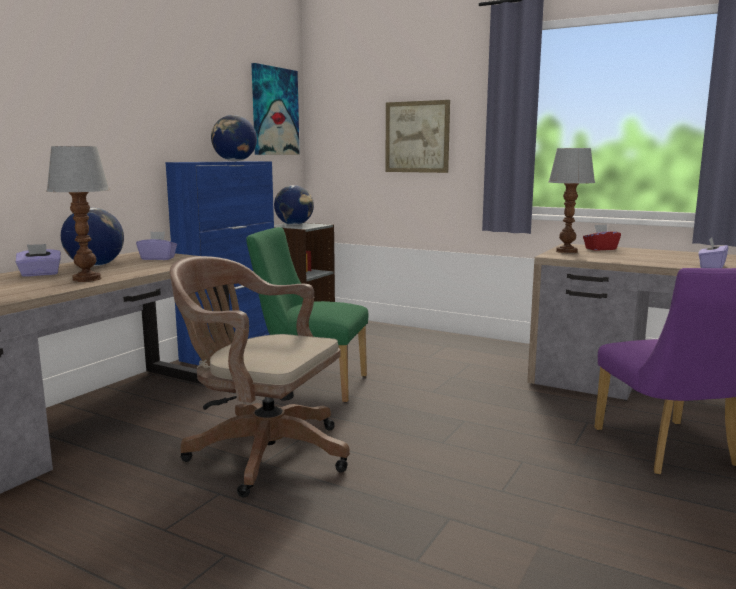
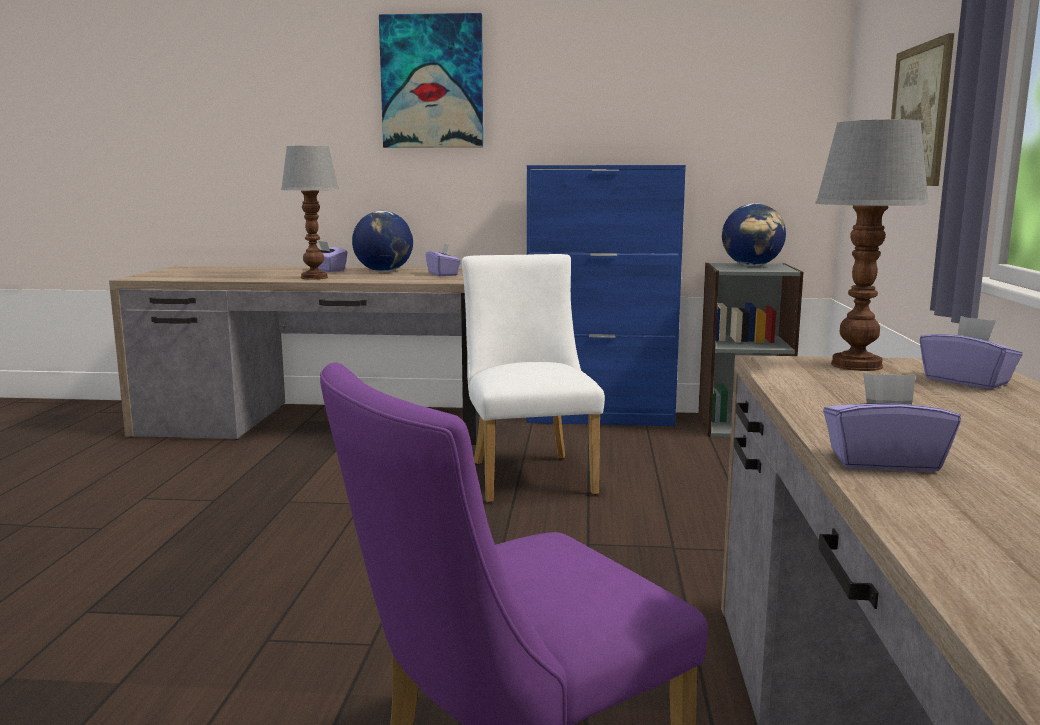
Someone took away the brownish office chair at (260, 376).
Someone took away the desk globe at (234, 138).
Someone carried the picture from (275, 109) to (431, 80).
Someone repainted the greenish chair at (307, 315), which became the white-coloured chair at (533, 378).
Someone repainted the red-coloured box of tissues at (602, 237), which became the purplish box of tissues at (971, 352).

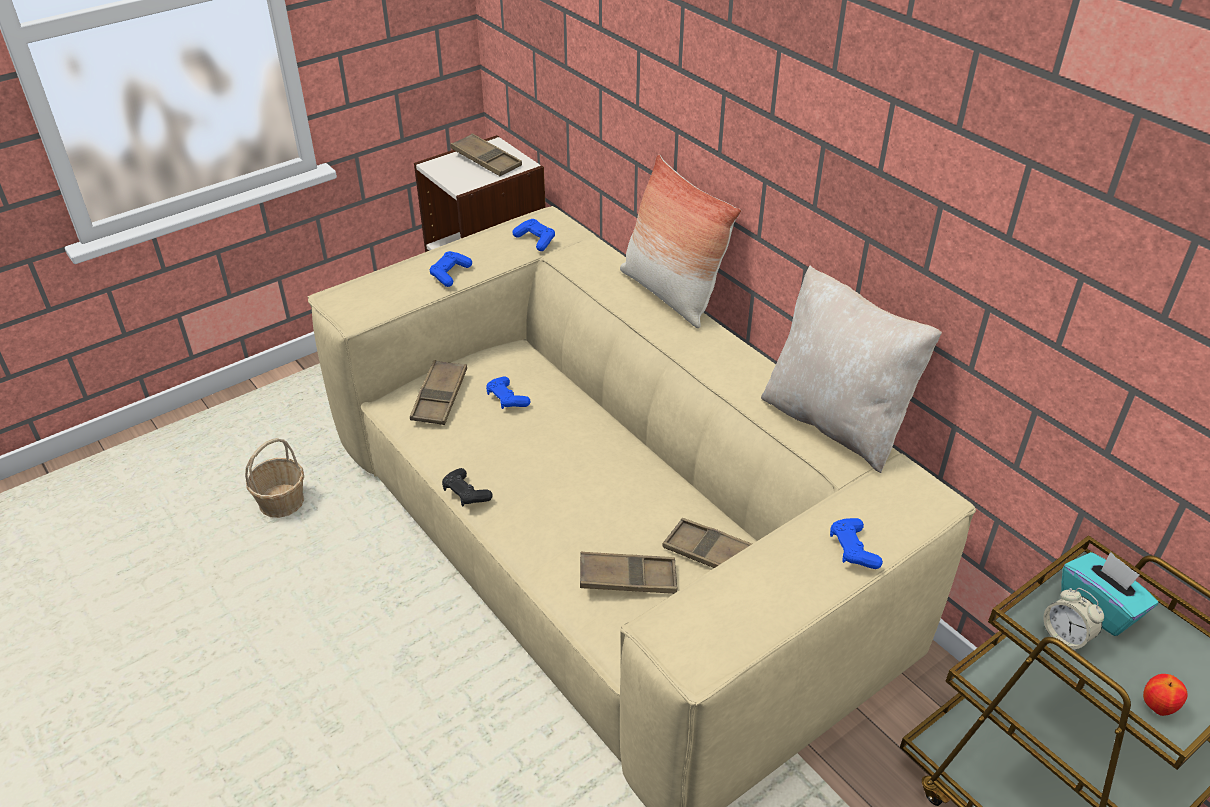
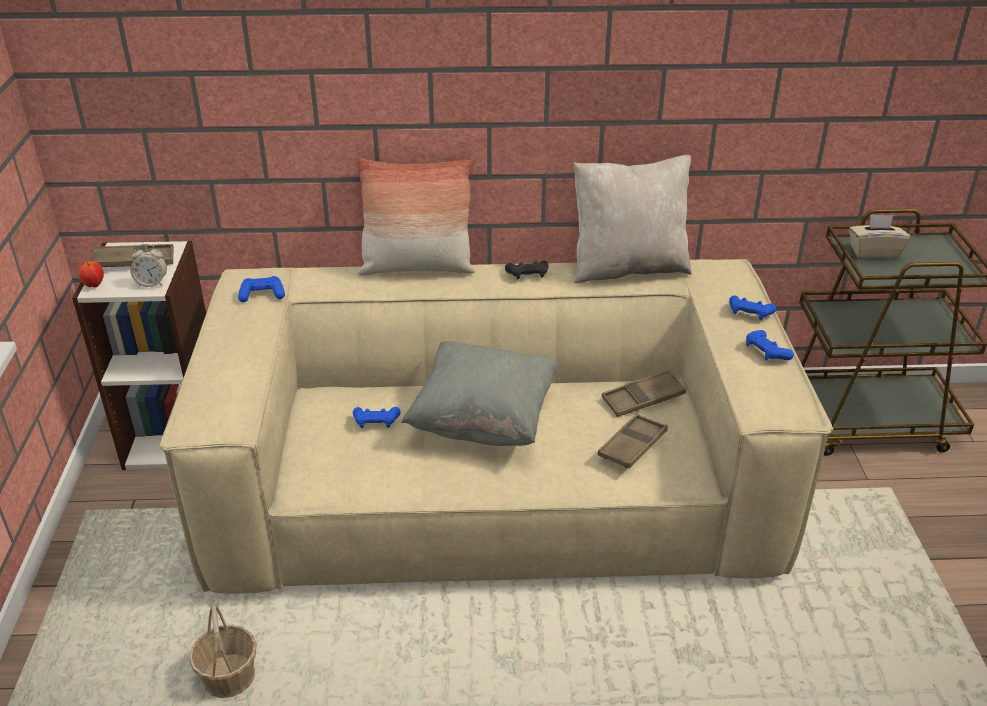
Someone took away the brownish serving tray at (438, 392).
Someone put down the greyish pillow at (480, 393).
Someone carried the blue-coloured game controller from (450, 269) to (770, 345).
Someone carried the black game controller from (467, 487) to (526, 270).
Someone carried the alarm clock from (1073, 620) to (148, 265).
Someone carried the apple fruit from (1165, 695) to (91, 274).
Someone repainted the turquoise box of tissues at (1110, 594), which became the beige box of tissues at (880, 236).

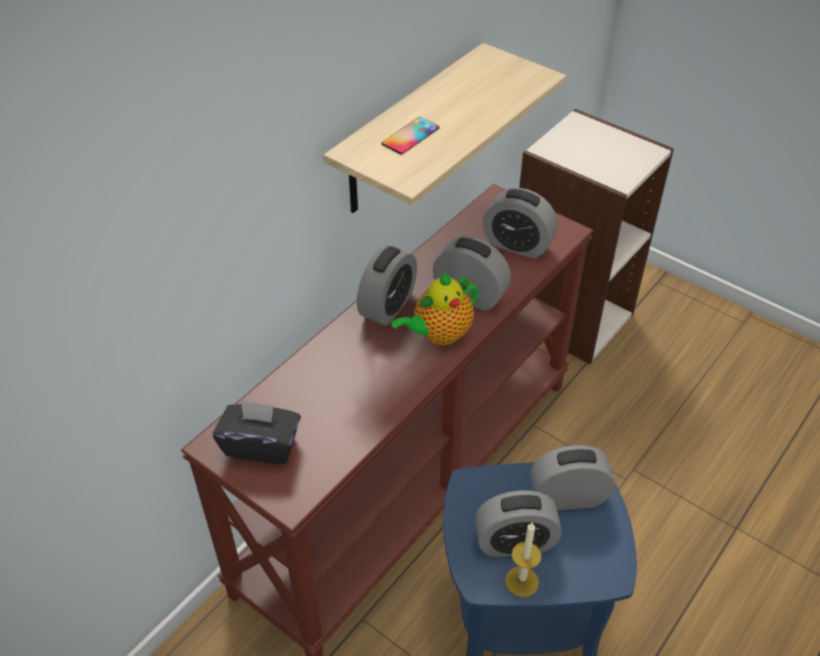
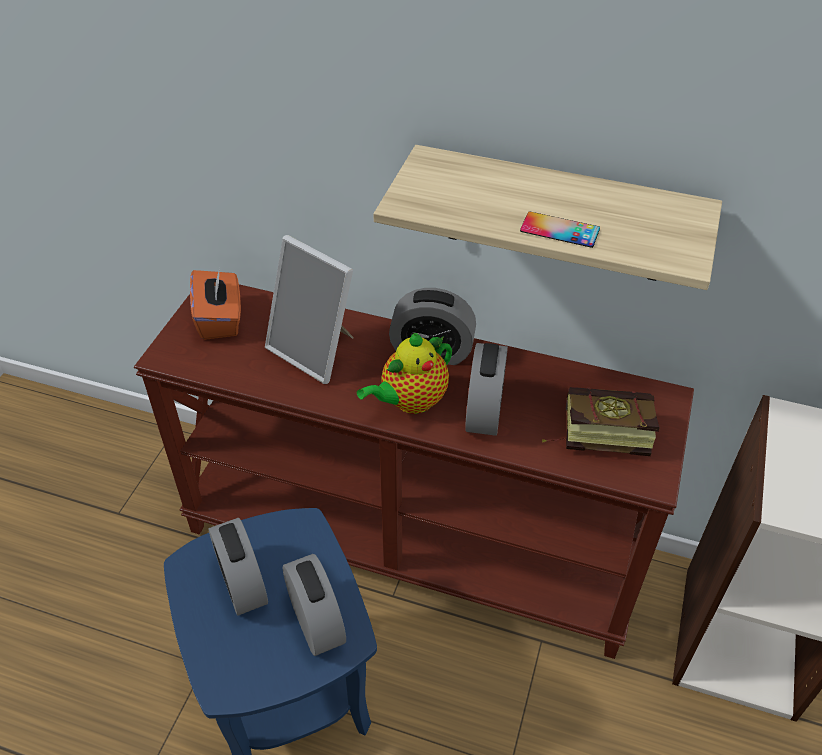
Someone took away the wax light at (523, 559).
Someone put down the photo frame at (309, 309).
Someone carried the handset from (410, 135) to (560, 229).
Someone swapped the alarm clock at (520, 223) for the book at (600, 421).
Someone repainted the black box of tissues at (257, 431), which became the orangey box of tissues at (215, 304).
Someone rotated the pot for tea at (434, 309) by 75 degrees counterclockwise.

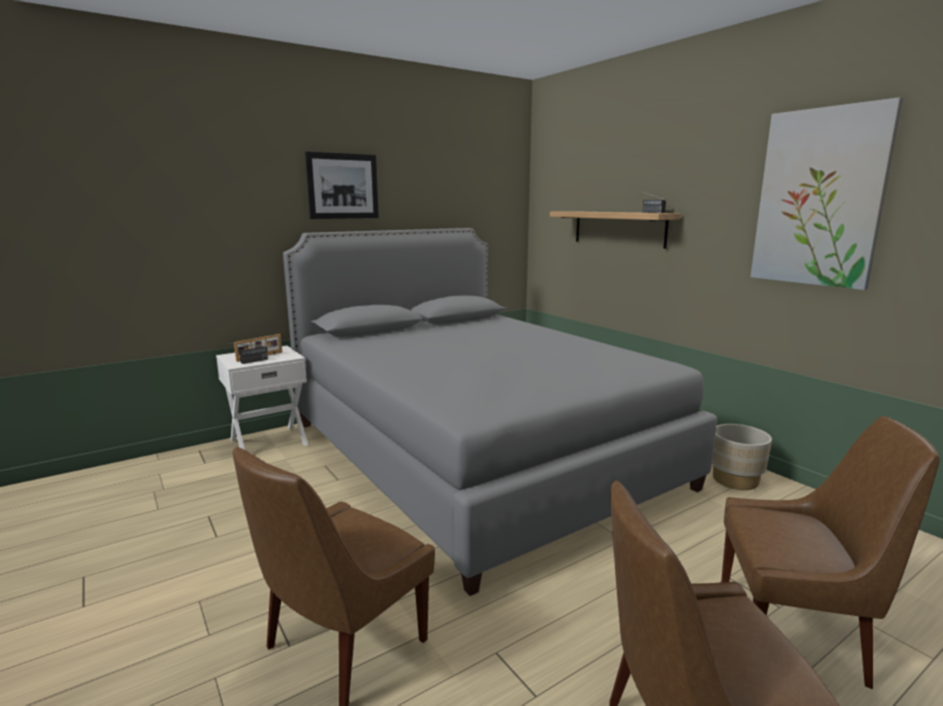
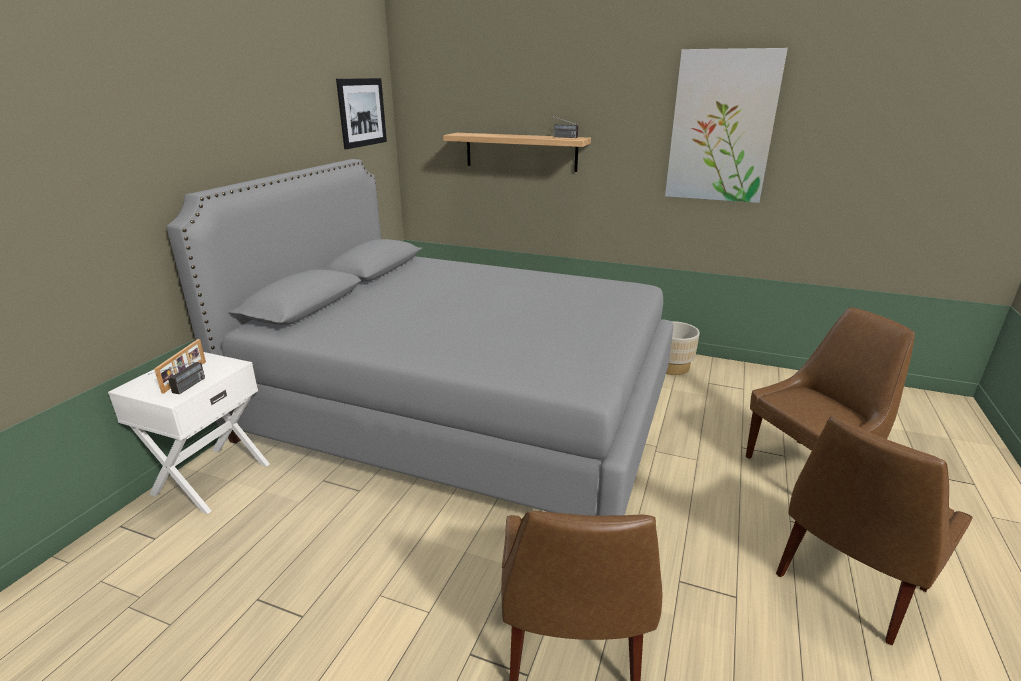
Someone carried the picture from (342, 185) to (361, 113).

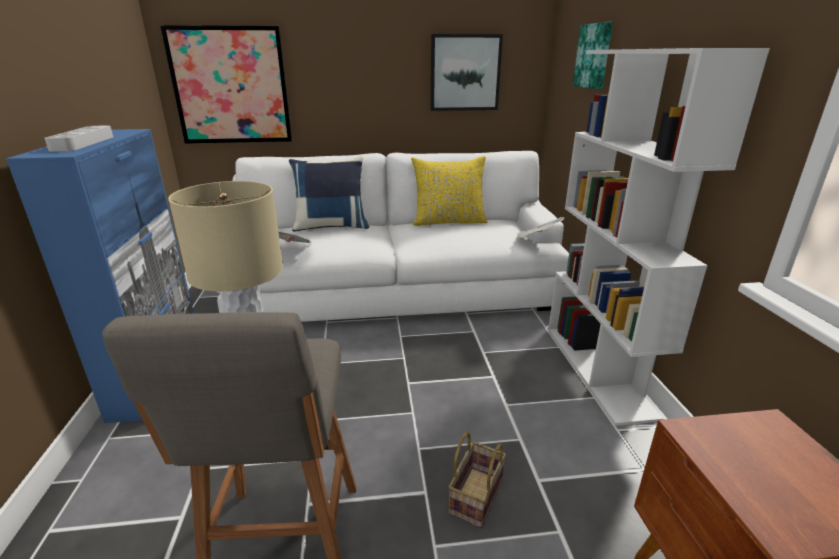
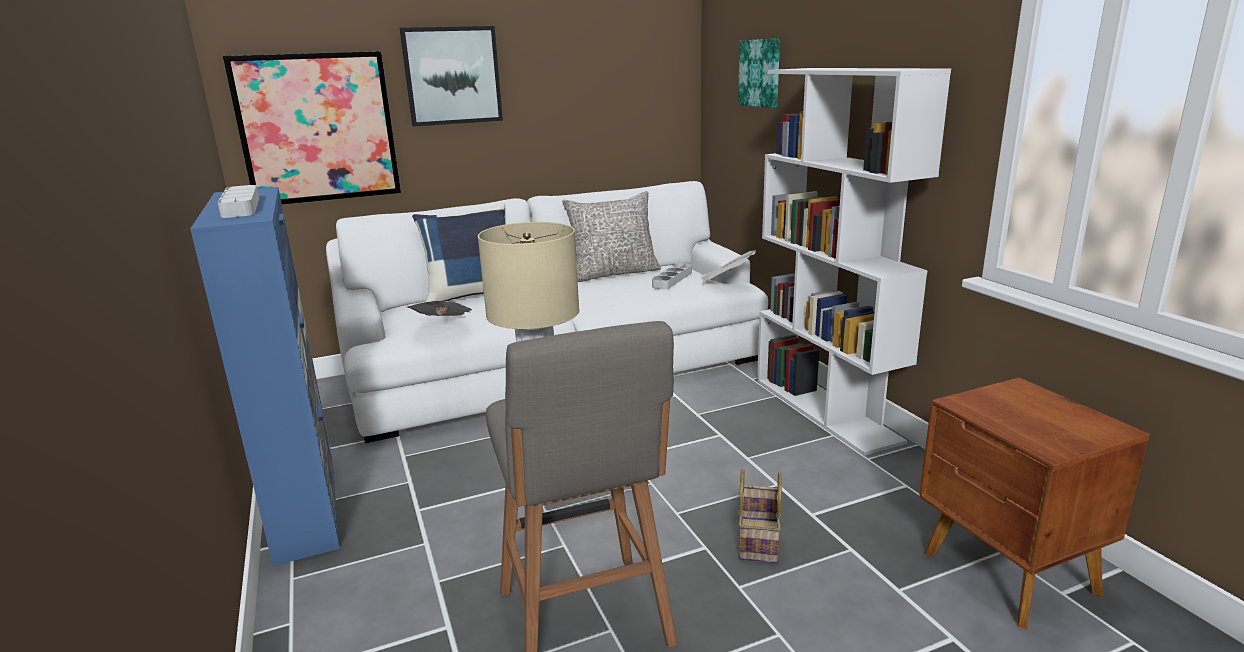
Someone put down the greyish serving tray at (672, 276).
Someone carried the picture from (467, 72) to (451, 76).
Someone repainted the yellow pillow at (449, 191), which became the greyish pillow at (611, 236).

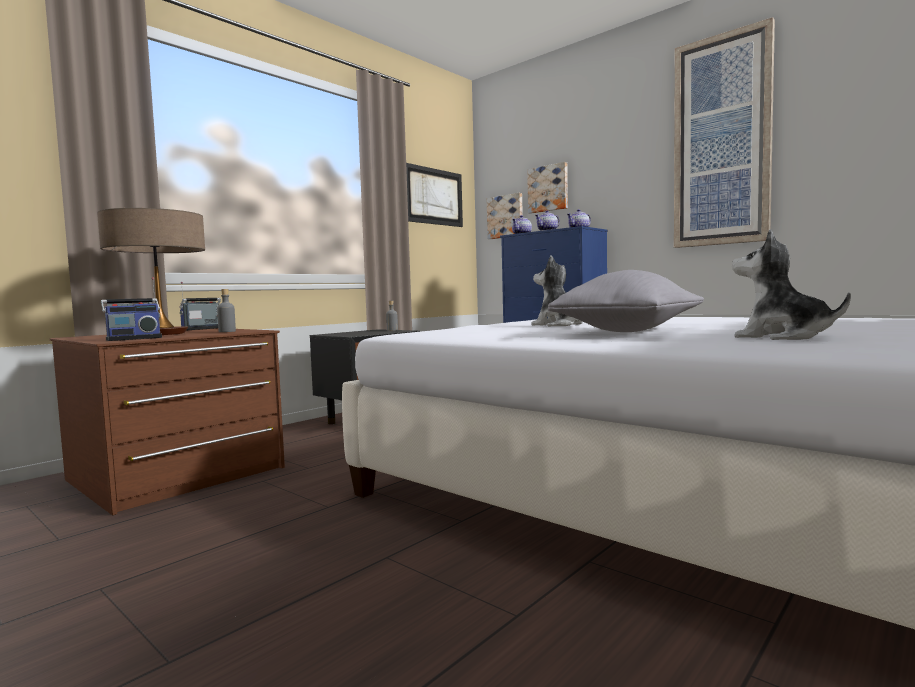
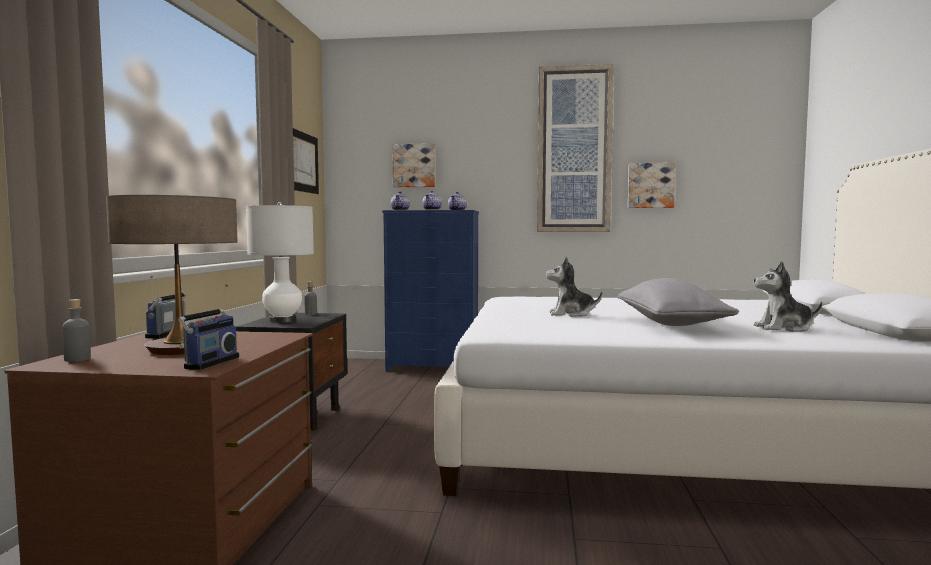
Someone put down the white-coloured table lamp at (280, 262).
Someone carried the greyish bottle from (226, 310) to (76, 330).
Someone carried the picture from (505, 216) to (651, 185).

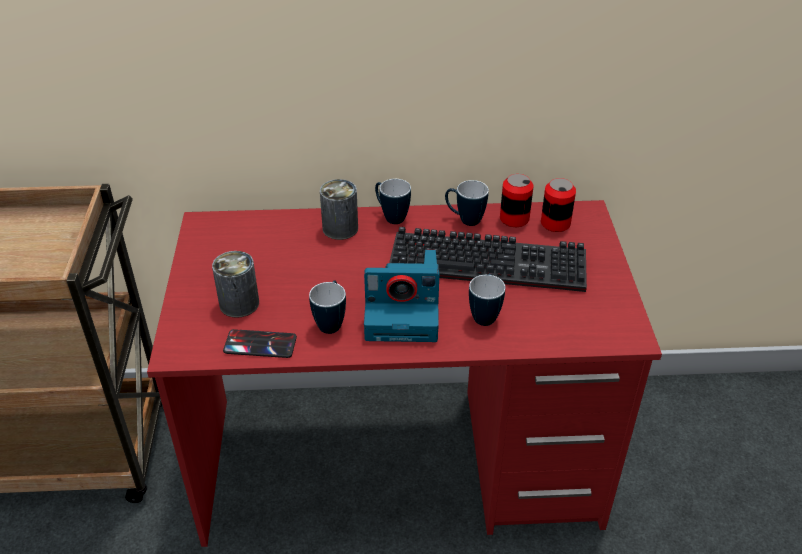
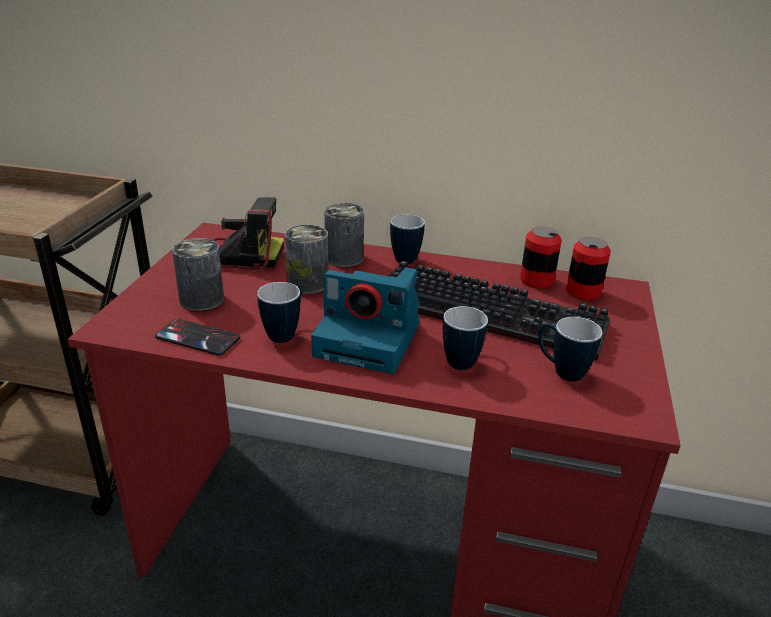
Someone put down the still camera at (248, 233).
Someone put down the sealed can at (307, 259).
Someone carried the tea mug from (467, 203) to (570, 349).

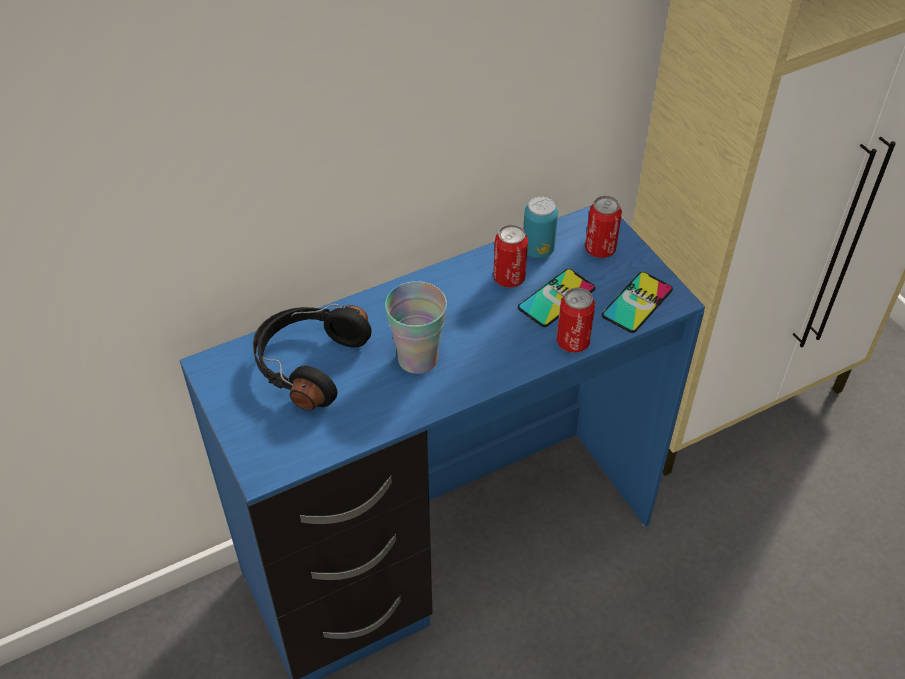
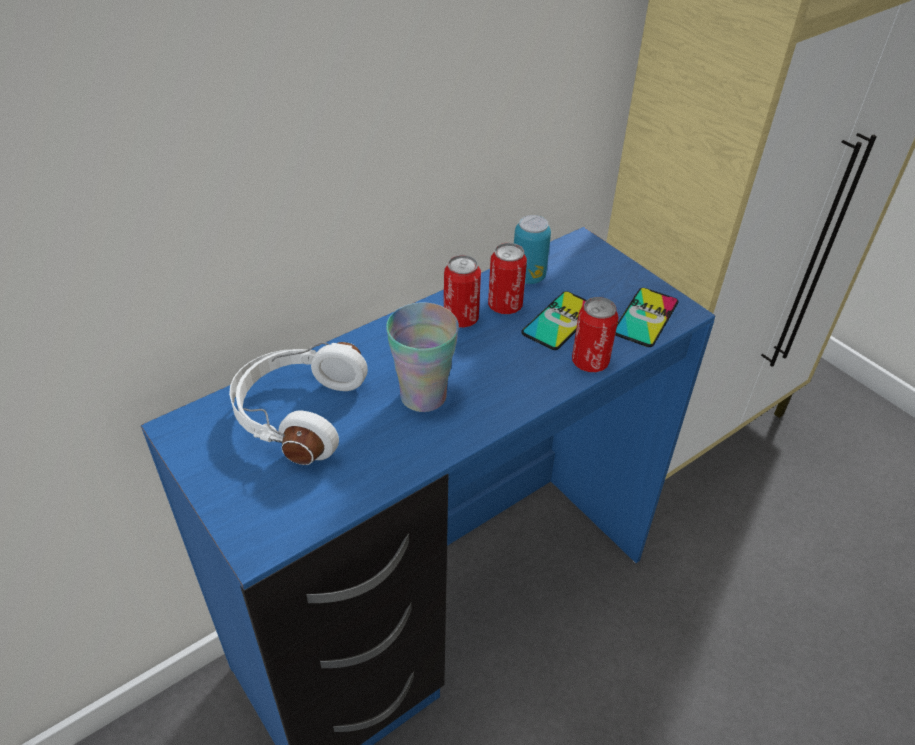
Someone carried the sealed can from (603, 227) to (462, 291).
Someone repainted the black pair of headphones at (312, 357), which became the white-coloured pair of headphones at (298, 403).

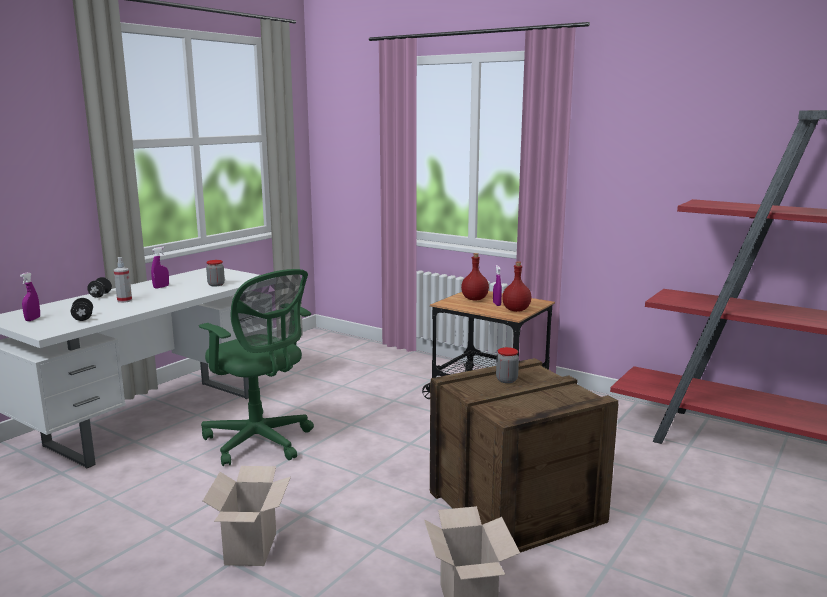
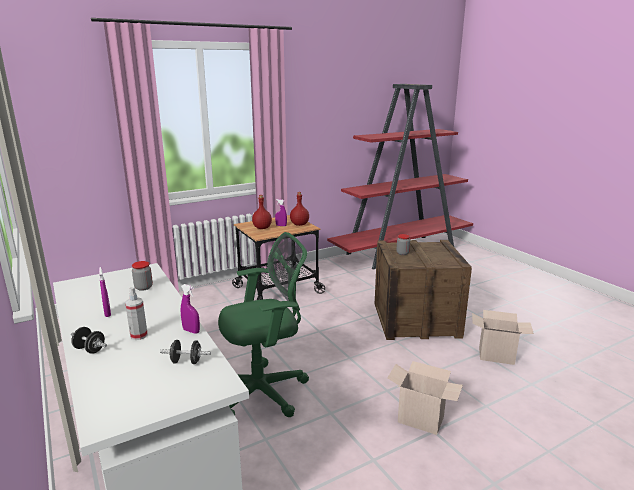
Someone carried the purplish hand sprayer from (30, 296) to (190, 309).

